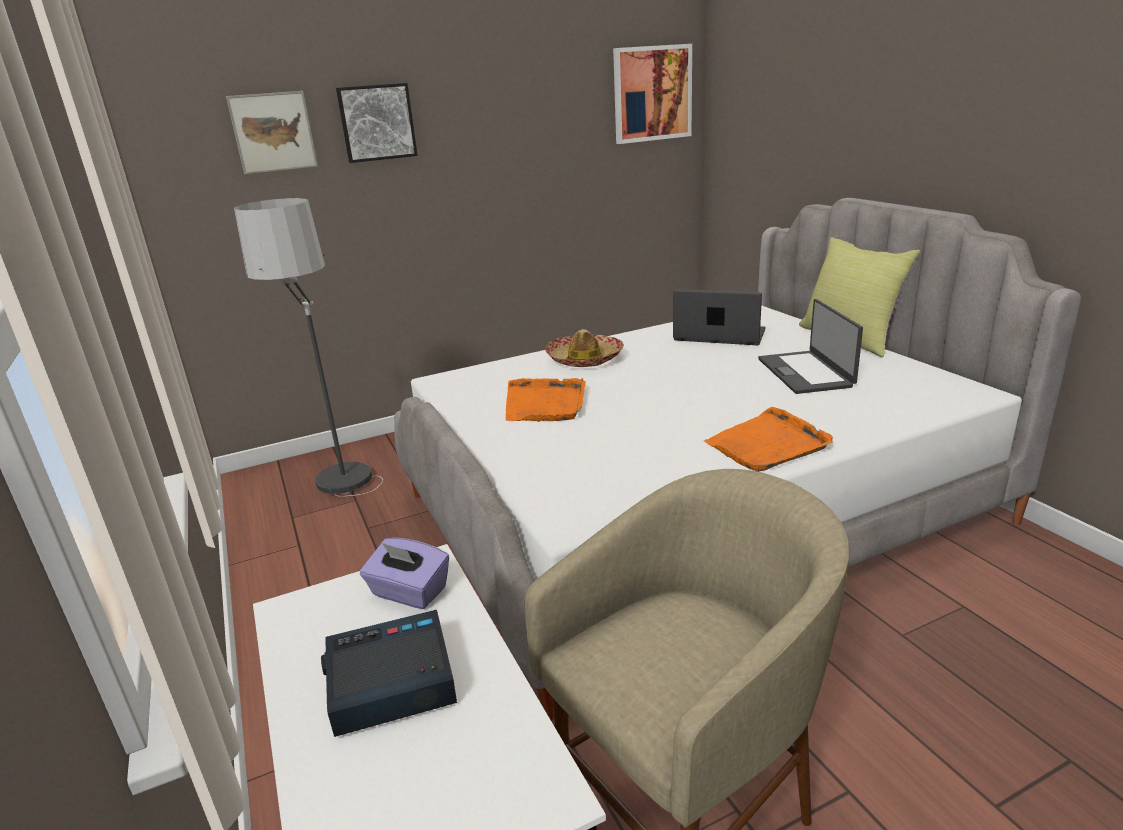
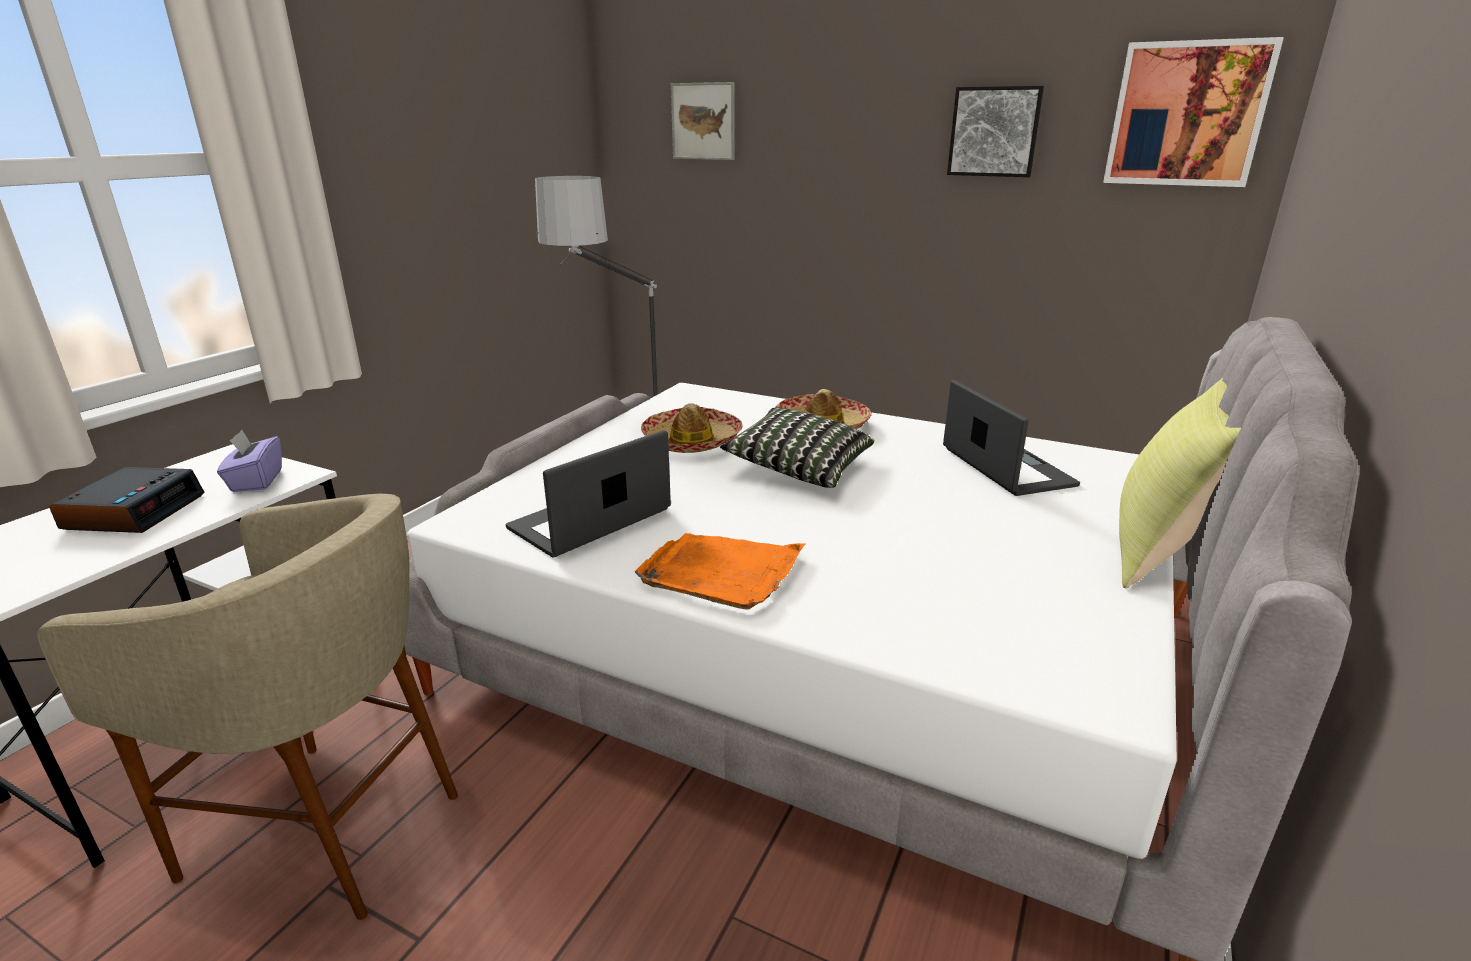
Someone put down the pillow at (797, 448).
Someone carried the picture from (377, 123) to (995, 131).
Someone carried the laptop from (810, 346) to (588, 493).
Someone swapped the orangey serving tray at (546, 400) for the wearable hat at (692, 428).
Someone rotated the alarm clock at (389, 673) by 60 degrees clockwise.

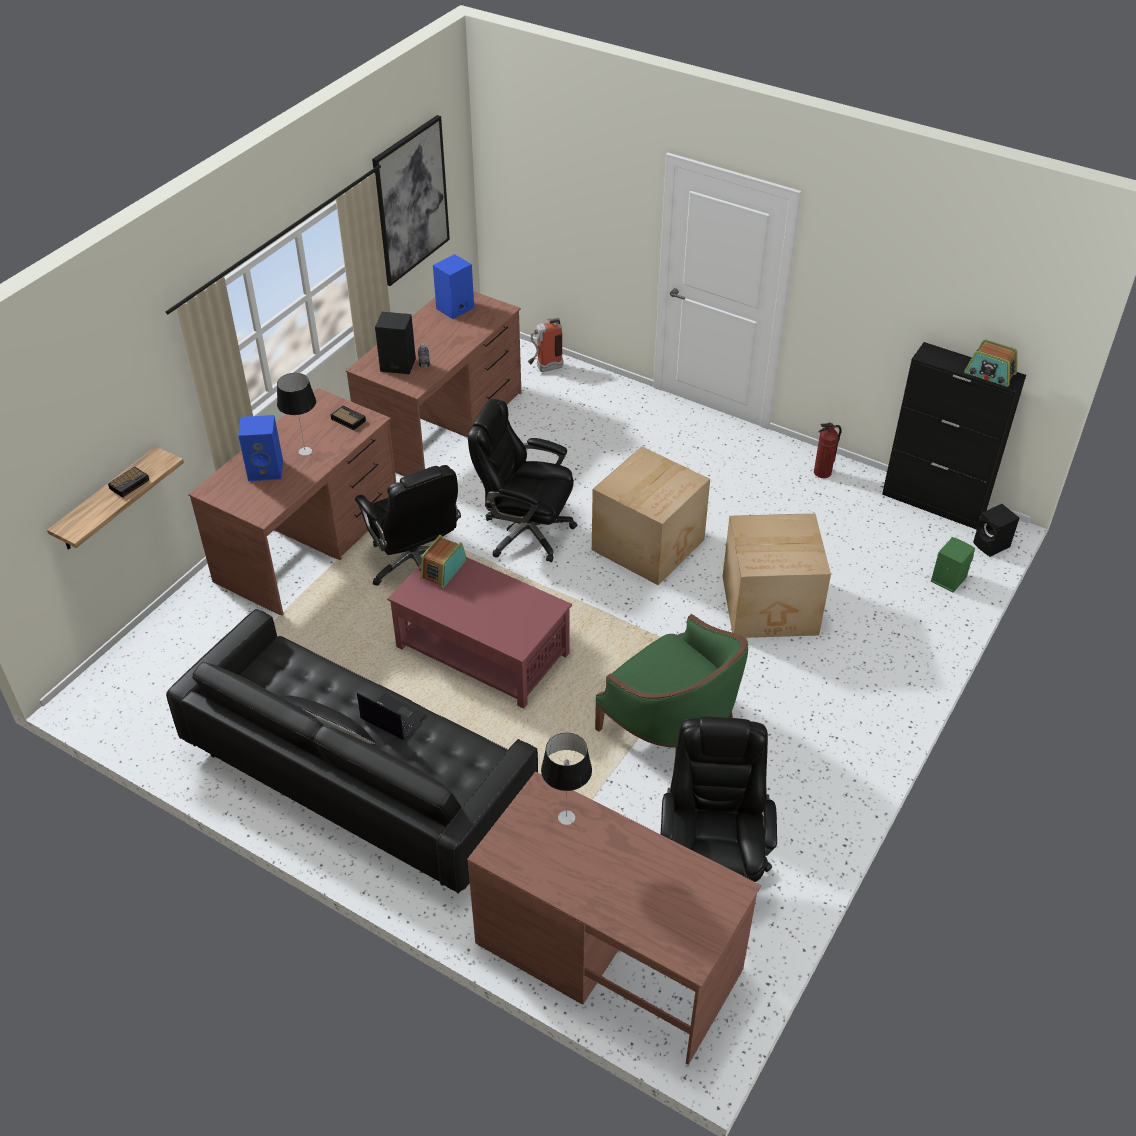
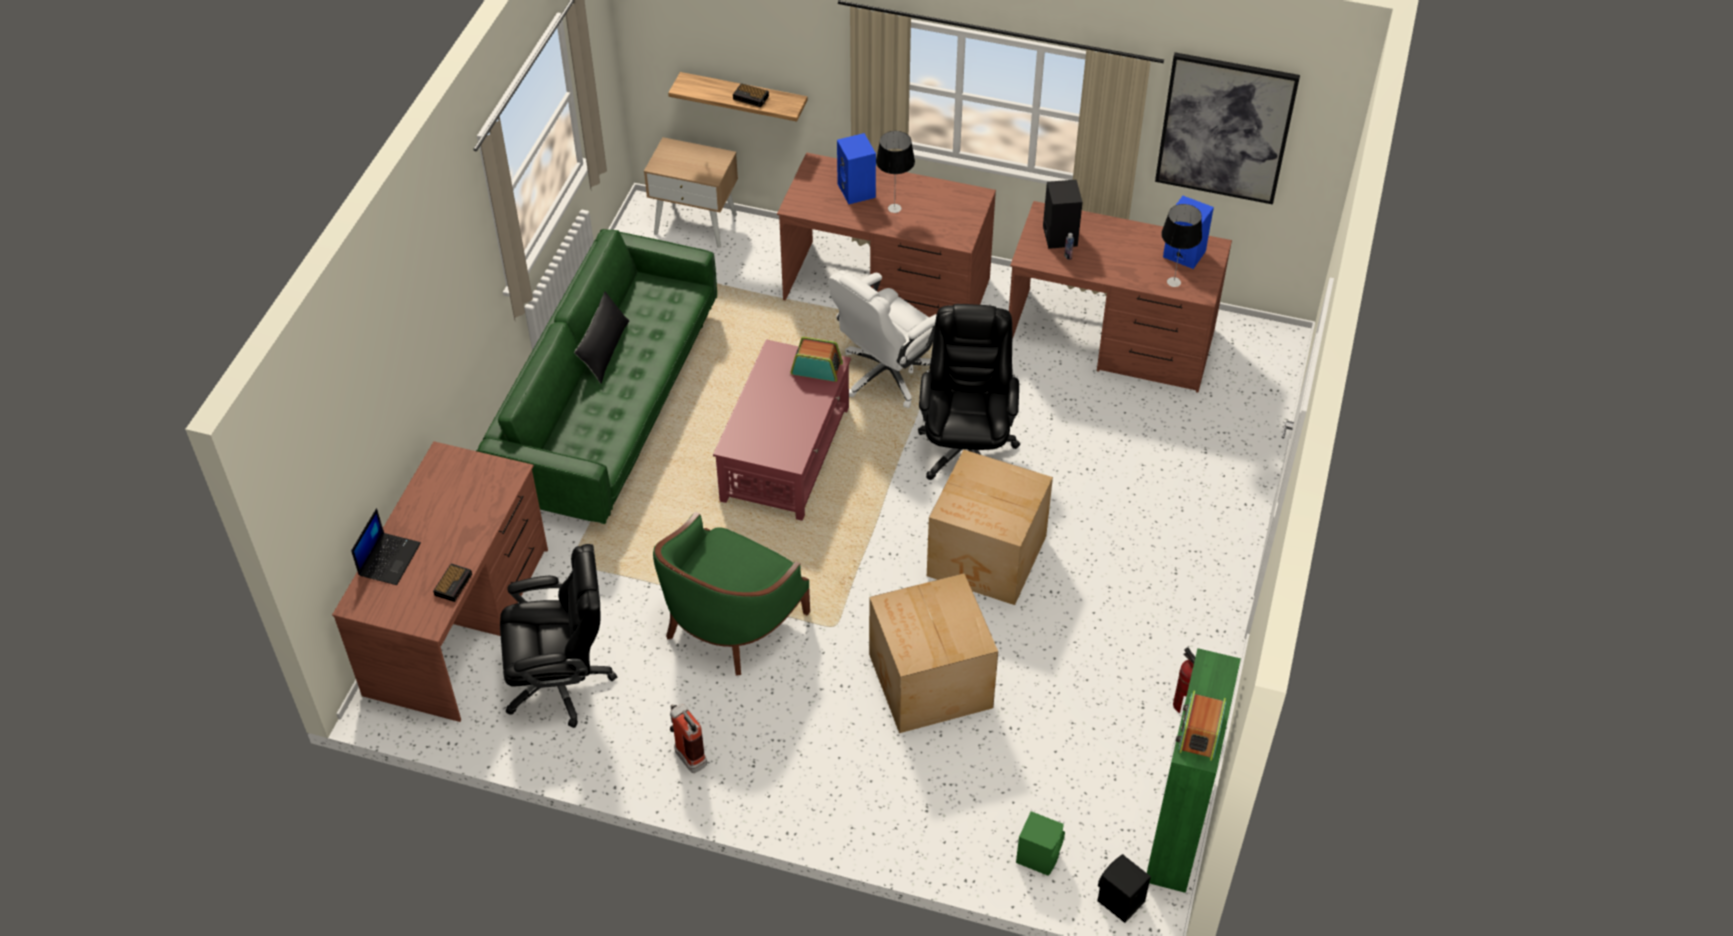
Someone put down the beige night table at (691, 192).
Someone carried the alarm clock from (348, 418) to (452, 583).
Someone carried the laptop from (392, 716) to (386, 546).
Someone carried the fire-fighting cylinder from (545, 345) to (688, 738).
Someone carried the table lamp from (566, 779) to (1181, 245).
Someone repainted the black couch at (352, 751), which became the greenish couch at (596, 376).
Someone repainted the black office chair at (408, 525), which became the white-coloured office chair at (883, 339).
Someone repainted the black cabinet at (954, 435), which became the greenish cabinet at (1194, 770).

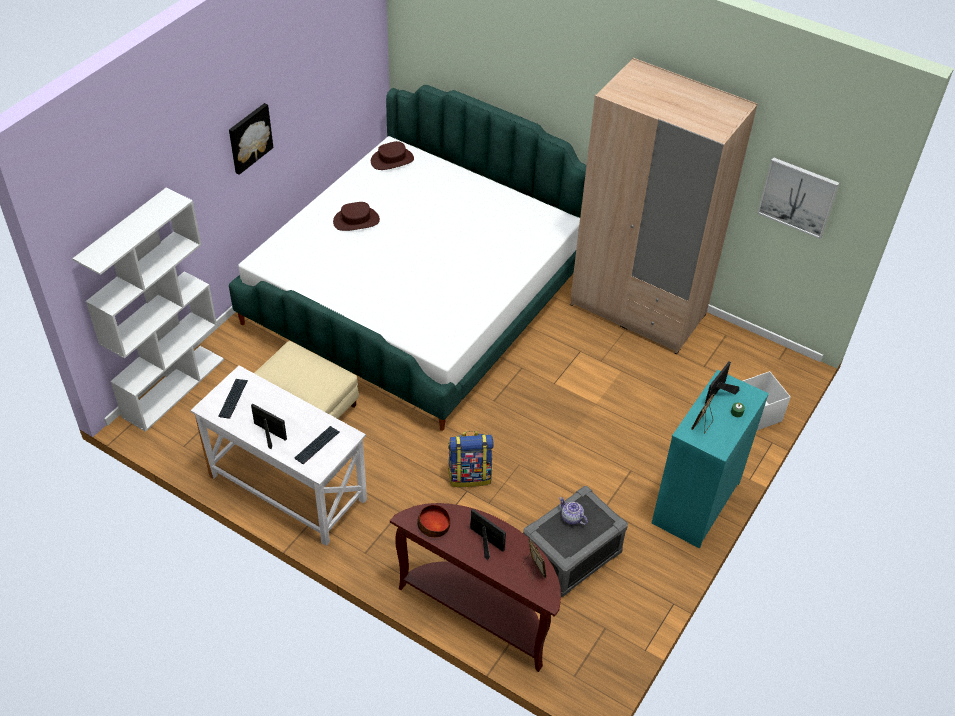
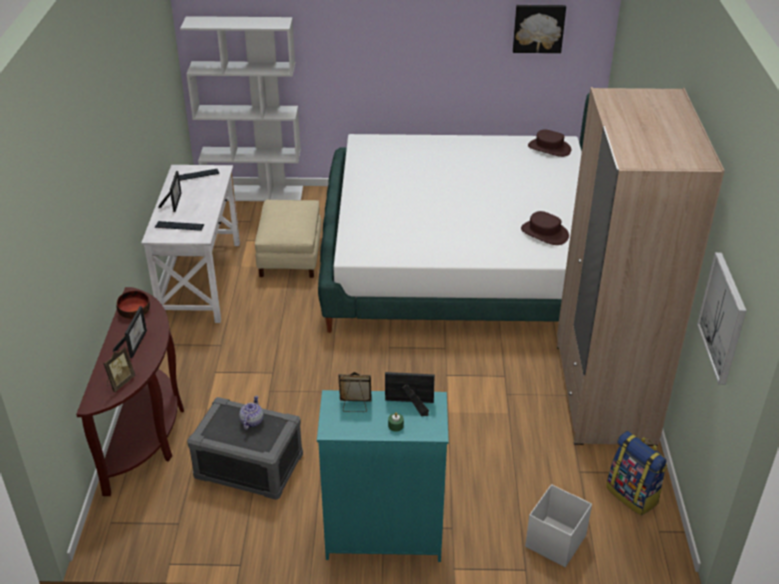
Someone carried the picture from (251, 139) to (539, 29).
Someone carried the brownish wearable hat from (356, 216) to (545, 228).
Someone carried the backpack from (471, 459) to (636, 473).

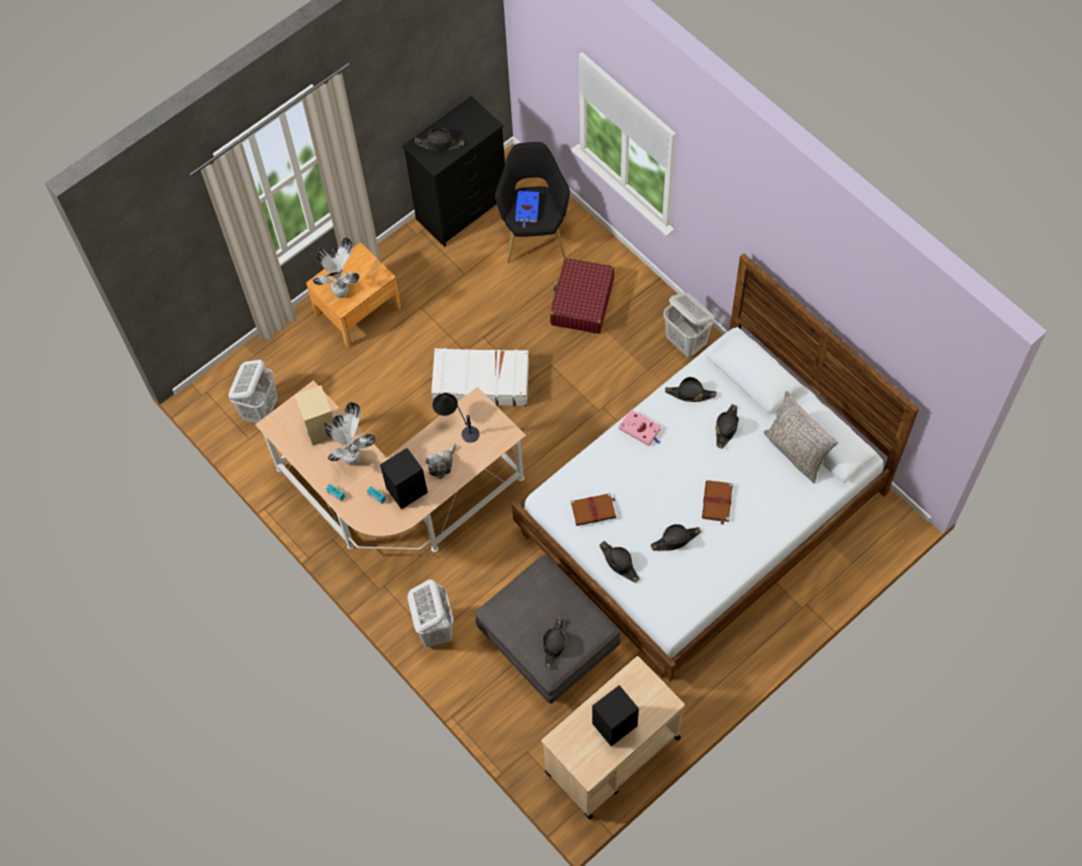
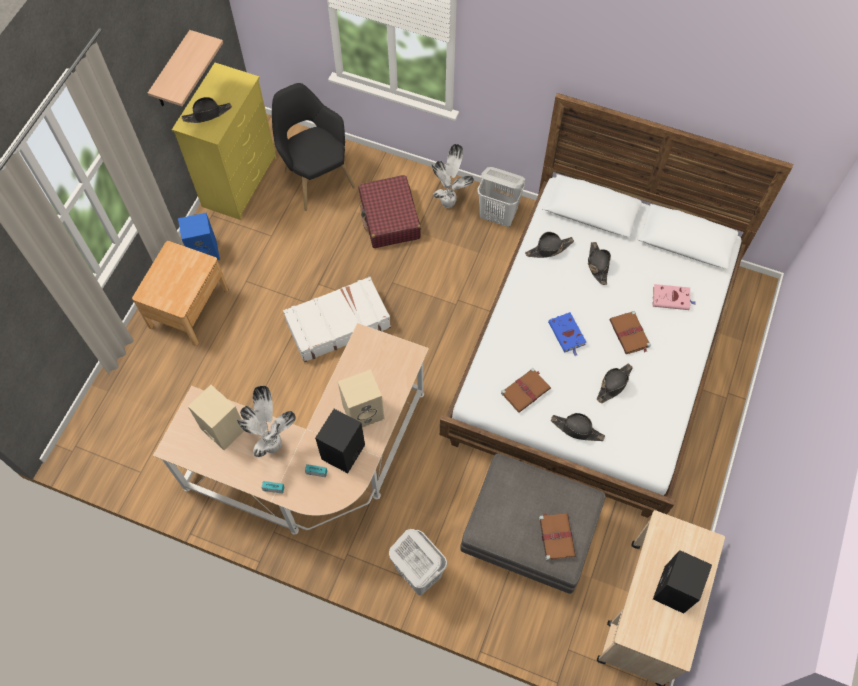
Someone took away the white-coloured hamper at (253, 392).
Someone took away the table lamp at (455, 418).
Someone took away the greyish pillow at (801, 437).
Someone put up the bracket shelf at (185, 68).
Someone put down the blue-coloured audio speaker at (199, 236).
Someone carried the houseplant from (336, 267) to (452, 176).
Someone carried the blue-coloured book from (527, 209) to (567, 334).
Someone carried the pinkish book from (639, 428) to (674, 297).
Someone swapped the cuddly toy at (441, 461) for the beige audio speaker at (361, 398).
Someone swapped the black wearable hat at (554, 643) for the brownish book at (557, 536).
Someone repainted the black dresser at (453, 171), which became the yellow dresser at (224, 141).

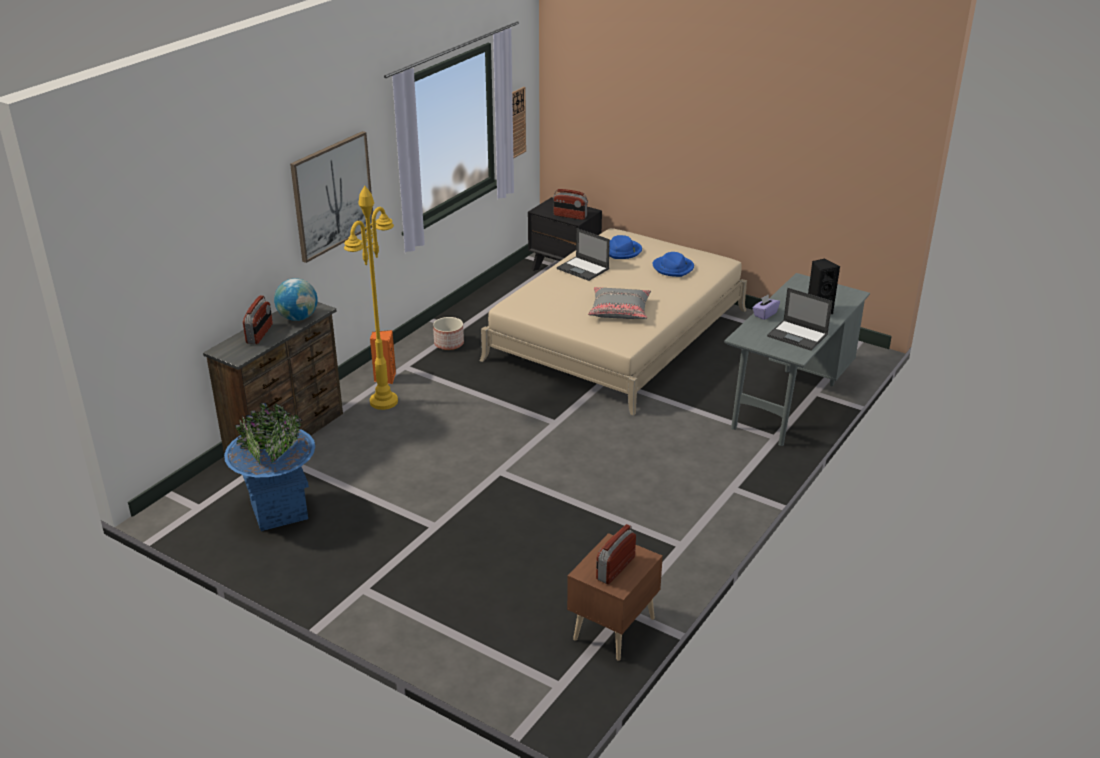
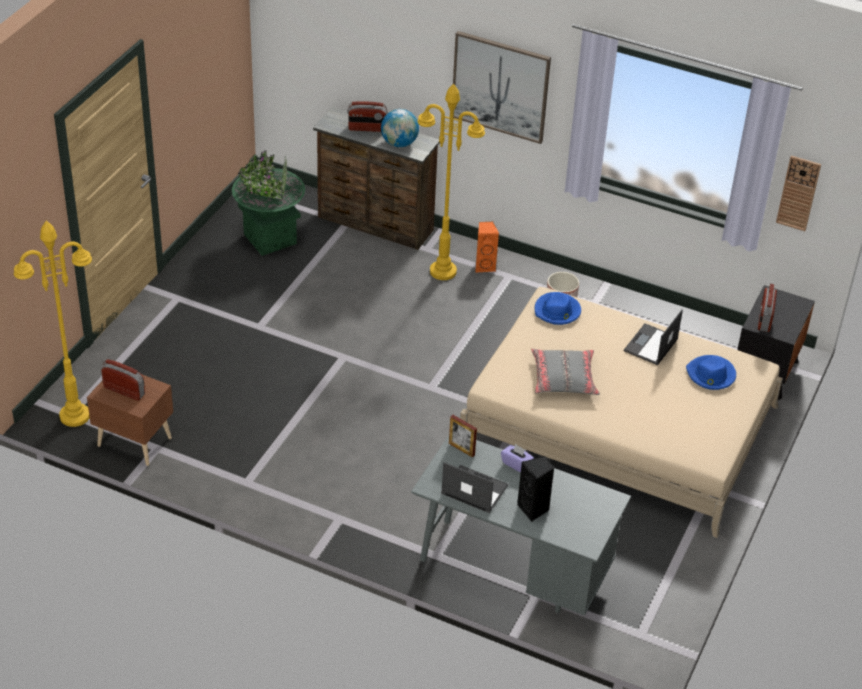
Someone put down the yellow standing lamp at (53, 324).
Someone put down the photo frame at (463, 436).
Someone carried the blue-coloured wearable hat from (673, 264) to (558, 308).
Someone repainted the blue-coloured plant pot at (269, 467), which became the greenish plant pot at (268, 203).
Someone rotated the laptop at (799, 319) by 90 degrees clockwise.

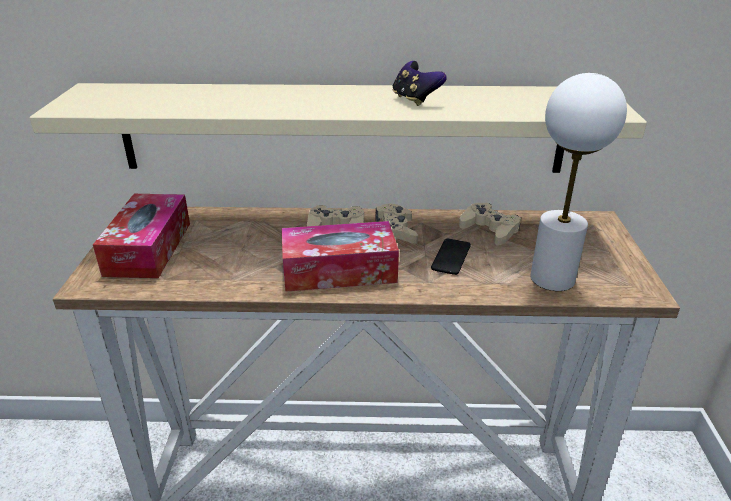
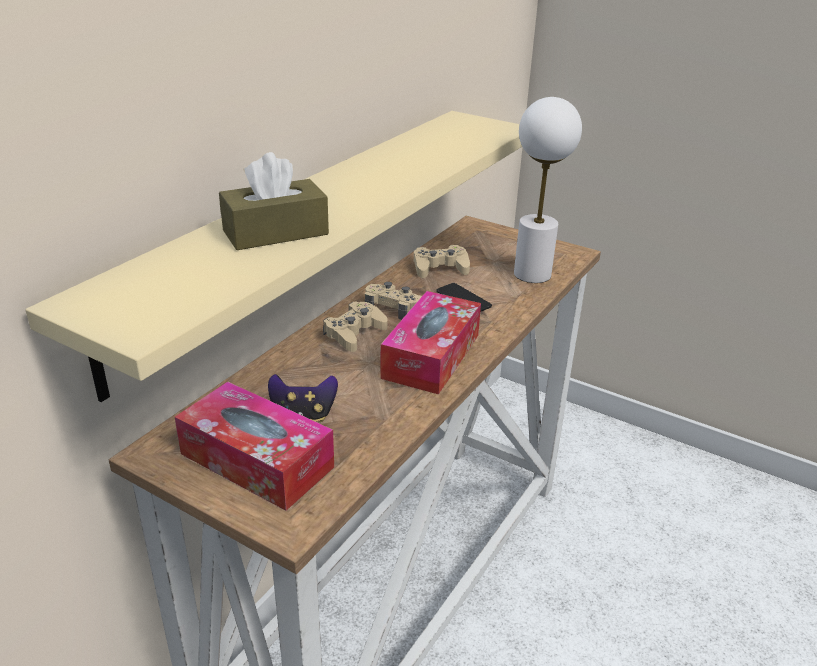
Someone put down the brownish box of tissues at (274, 201).
Someone carried the game controller from (420, 83) to (303, 398).

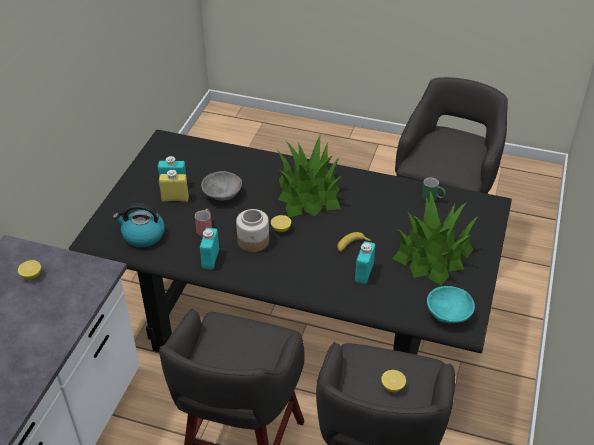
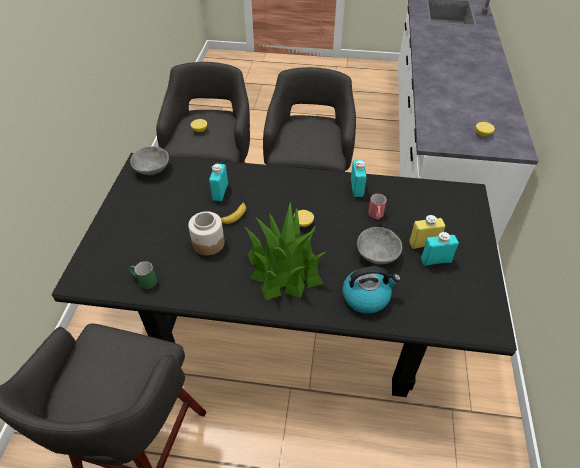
Someone took away the houseplant at (435, 238).
Someone carried the tea kettle from (139, 225) to (371, 290).
Someone carried the jar from (252, 230) to (206, 233).
Someone repainted the turquoise bowl at (451, 304), which became the greyish bowl at (149, 160).

